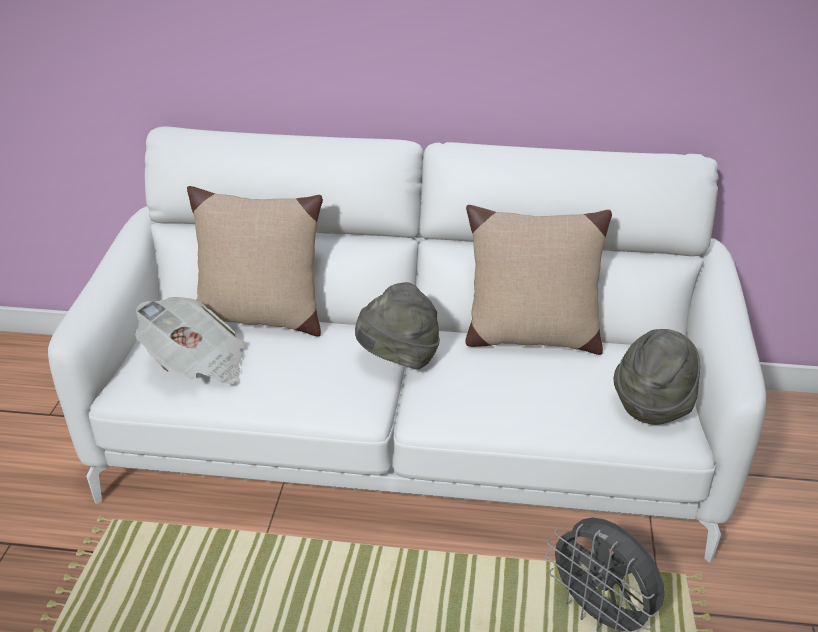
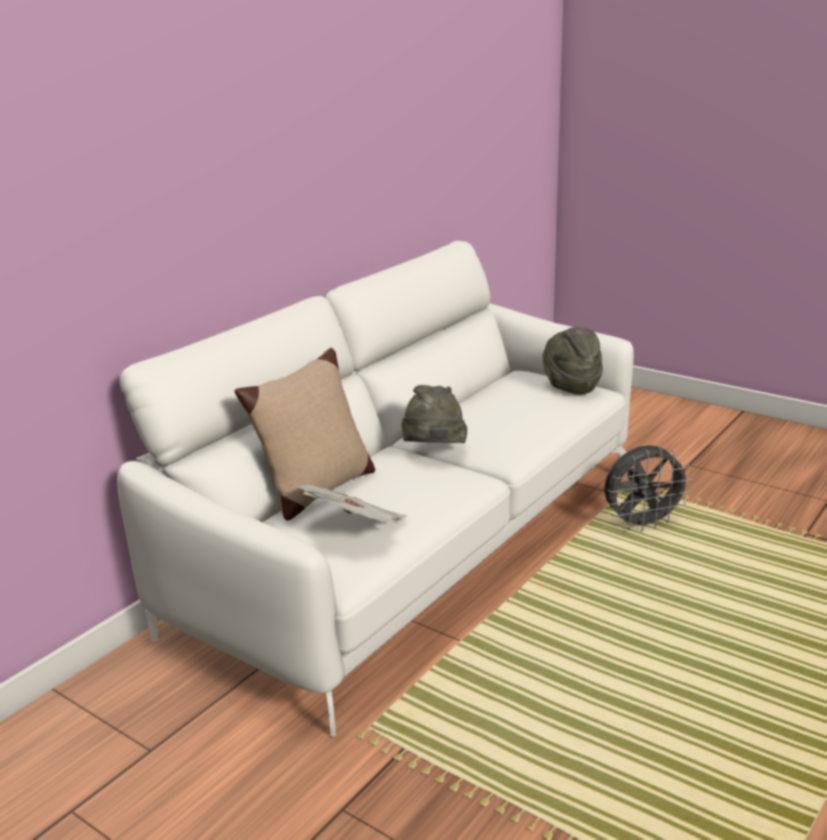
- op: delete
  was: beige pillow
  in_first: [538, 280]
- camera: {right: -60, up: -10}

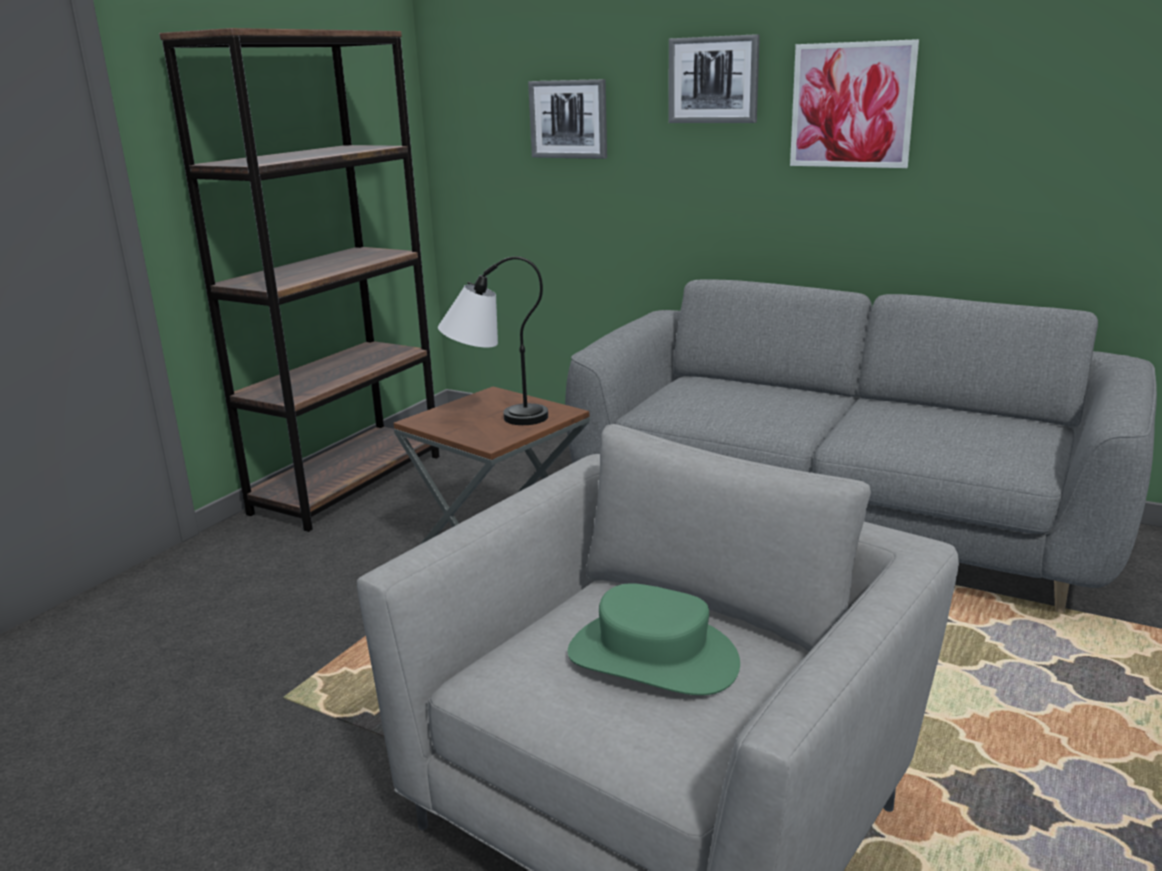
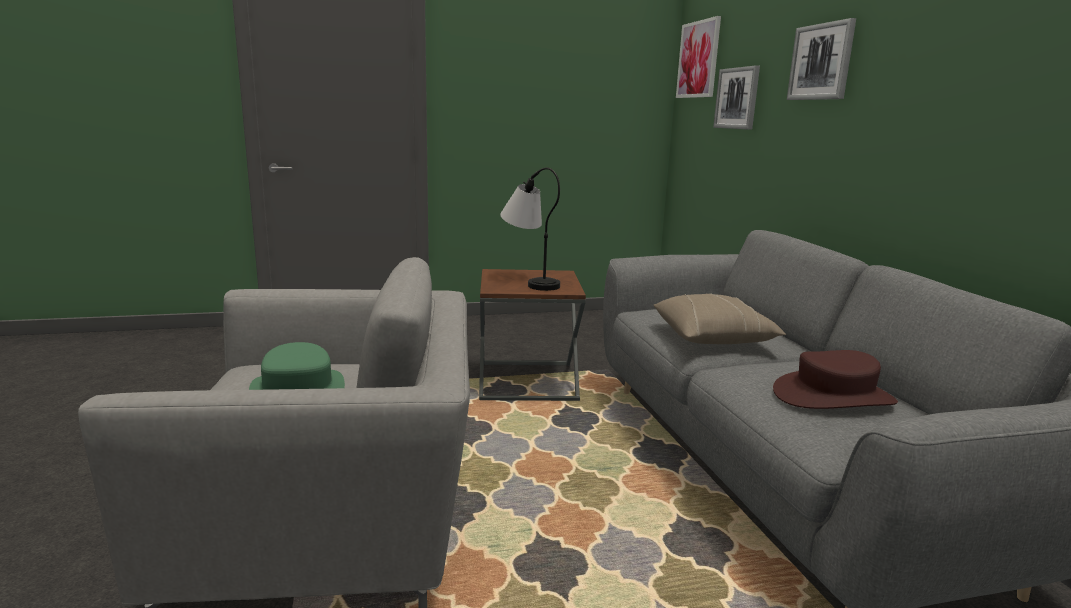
- op: insert
  now: beige pillow
  in_second: [720, 318]
- op: move
  was: picture
  in_first: [854, 103]
  in_second: [698, 57]
- op: insert
  now: brown hat
  in_second: [835, 379]
- op: delete
  was: brown bookcase
  in_first: [299, 280]
- camera: {right: 45, up: -5}

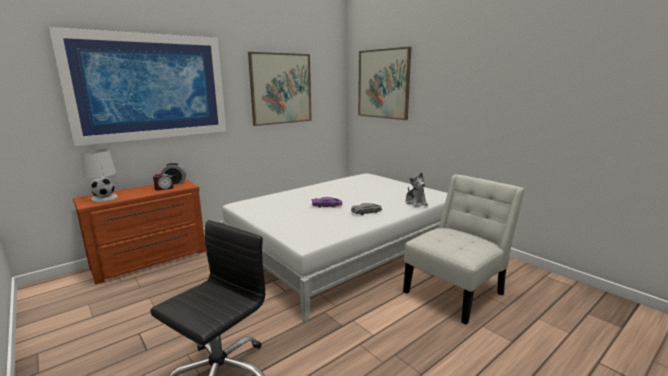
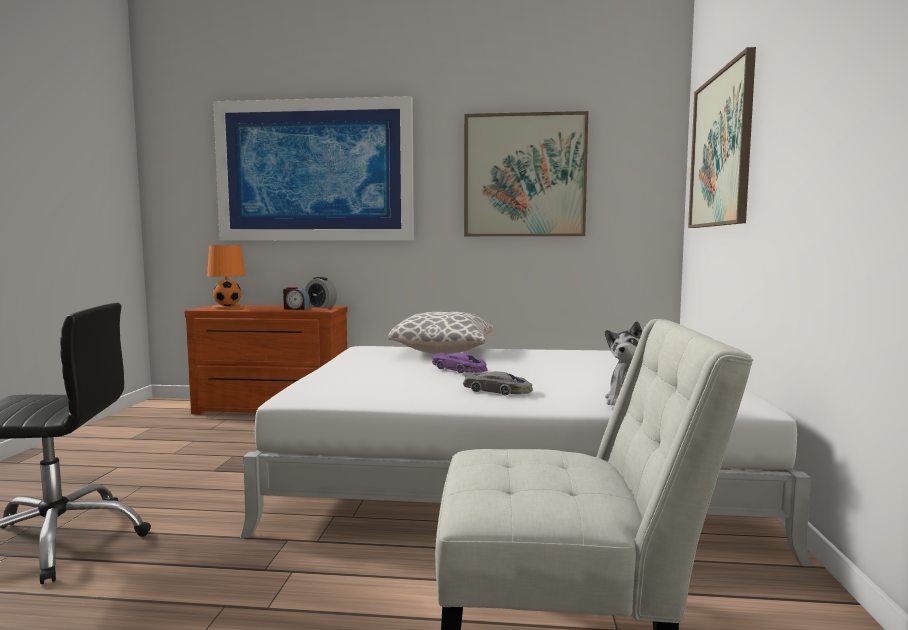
- op: recolor
  was: white table lamp
  now: orange table lamp
  in_first: [99, 175]
  in_second: [226, 277]
- op: insert
  now: pillow
  in_second: [440, 333]
- camera: {right: 45, up: -10}

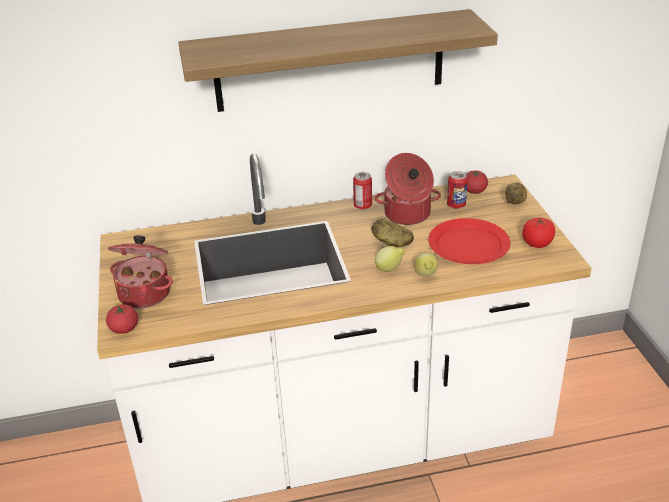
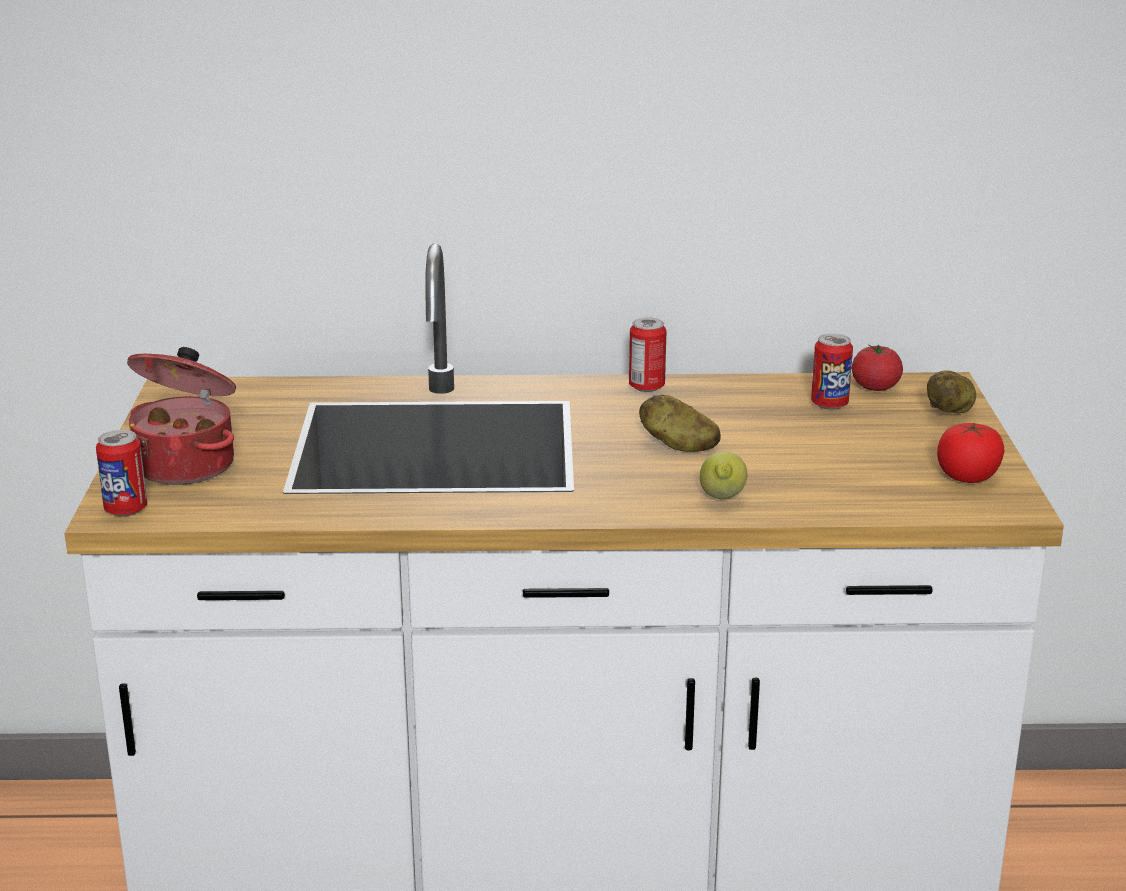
- op: replace
  was: tomato
  now: can
  in_first: [122, 319]
  in_second: [121, 473]
- op: delete
  was: shelf
  in_first: [338, 60]
- op: delete
  was: cooking pot
  in_first: [408, 189]
- op: delete
  was: lemon
  in_first: [390, 259]
- op: delete
  was: red plate
  in_first: [469, 241]
- camera: {right: 10, up: -10}

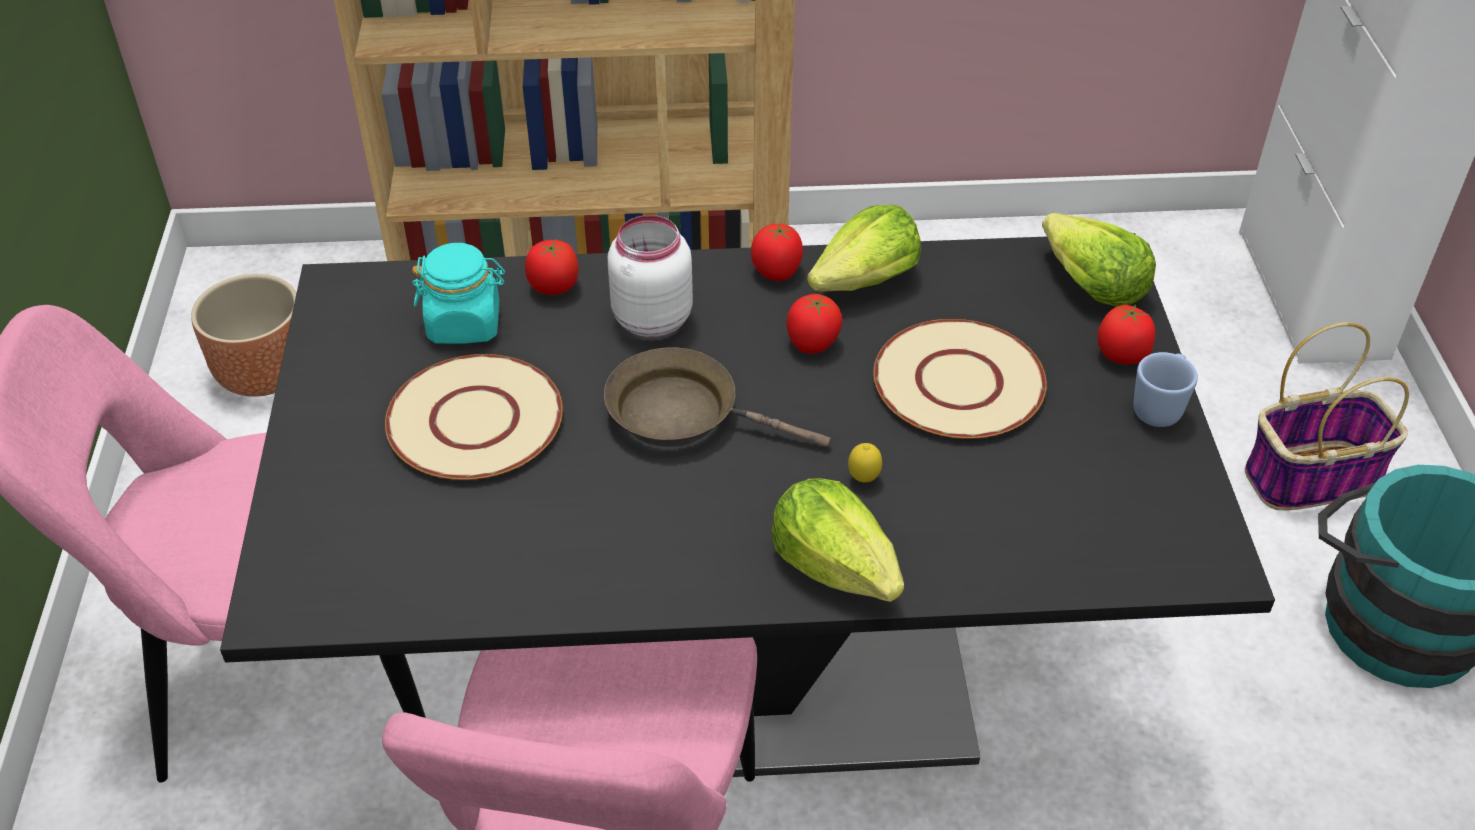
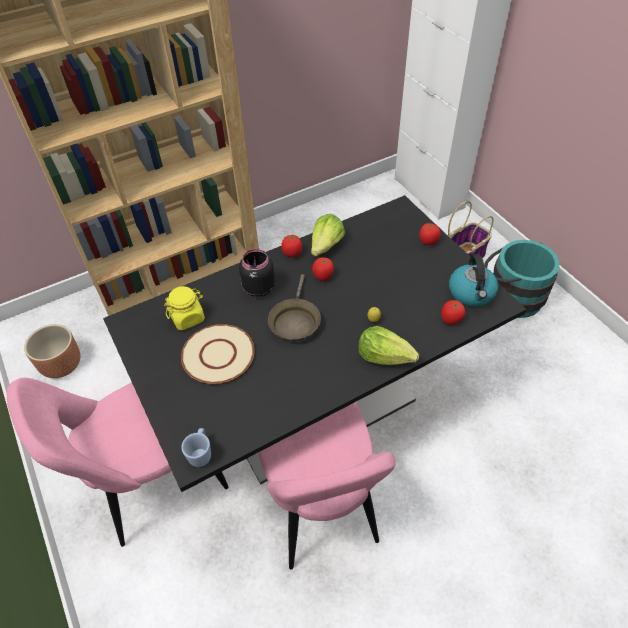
- op: recolor
  was: turquoise jar
  now: yellow jar
  in_first: [458, 293]
  in_second: [184, 308]
- op: move
  was: blue mug
  in_first: [1166, 389]
  in_second: [196, 447]
- op: recolor
  was: white jar
  now: black jar
  in_first: [650, 276]
  in_second: [257, 273]
- op: rotate
  was: brown frying pan
  in_first: [717, 397]
  in_second: [294, 307]
  clockwise: -75
- op: move
  was: tomato
  in_first: [551, 267]
  in_second: [453, 312]
- op: insert
  now: kettle
  in_second: [473, 280]
- op: delete
  was: beige plate
  in_first: [960, 379]
- op: delete
  was: lettuce
  in_first: [1099, 259]
- camera: {right: -25, up: 5}

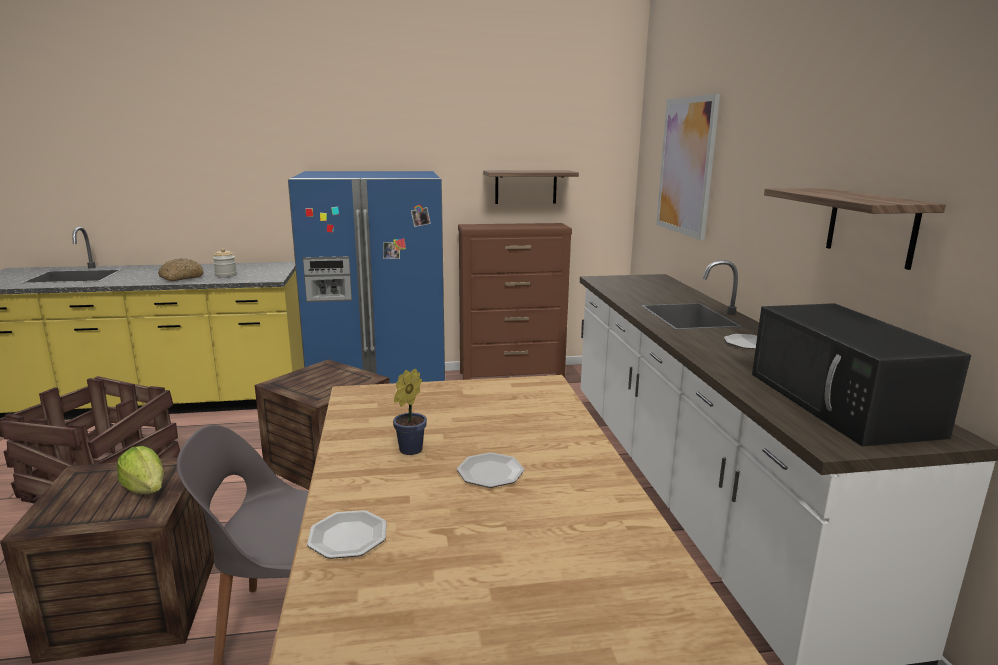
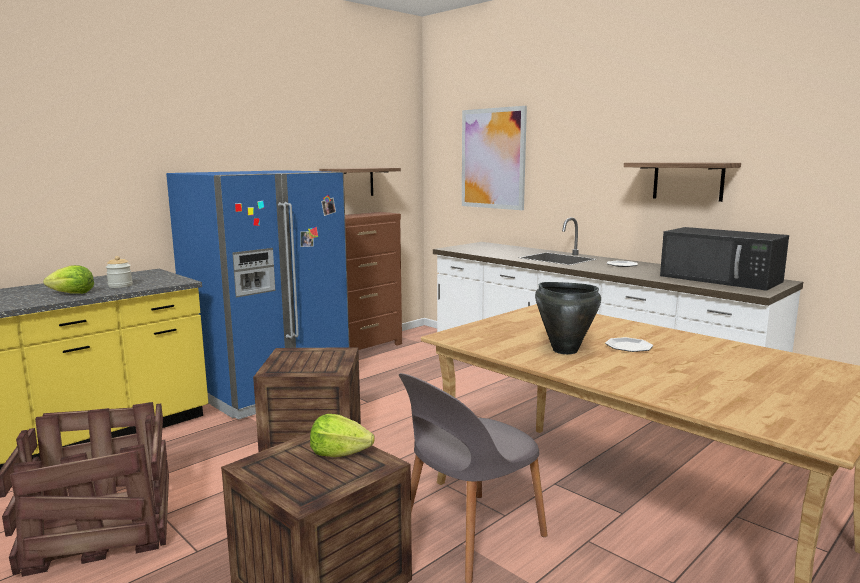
- op: replace
  was: bread
  now: lettuce
  in_first: [181, 269]
  in_second: [68, 279]
- op: replace
  was: potted plant
  now: black cooking pot
  in_first: [410, 412]
  in_second: [568, 318]
- op: delete
  was: plate
  in_first: [347, 534]
- camera: {right: -35, up: -5}

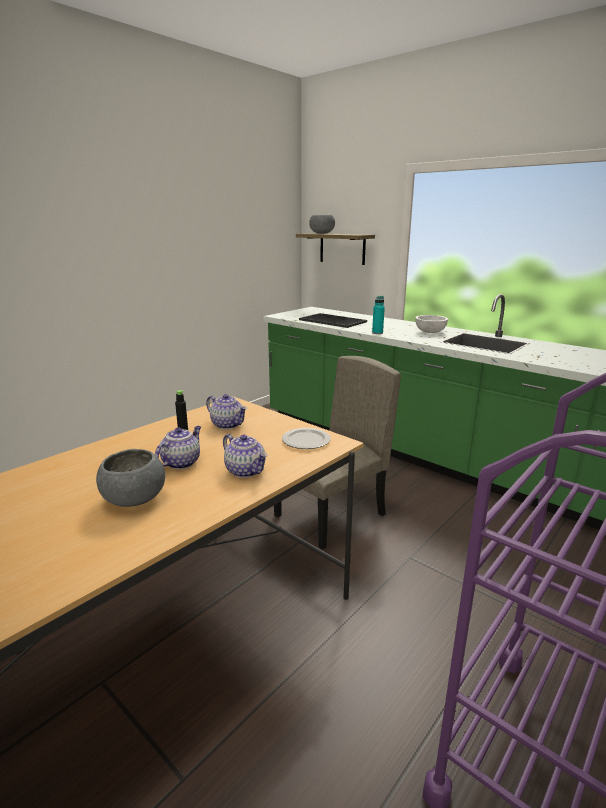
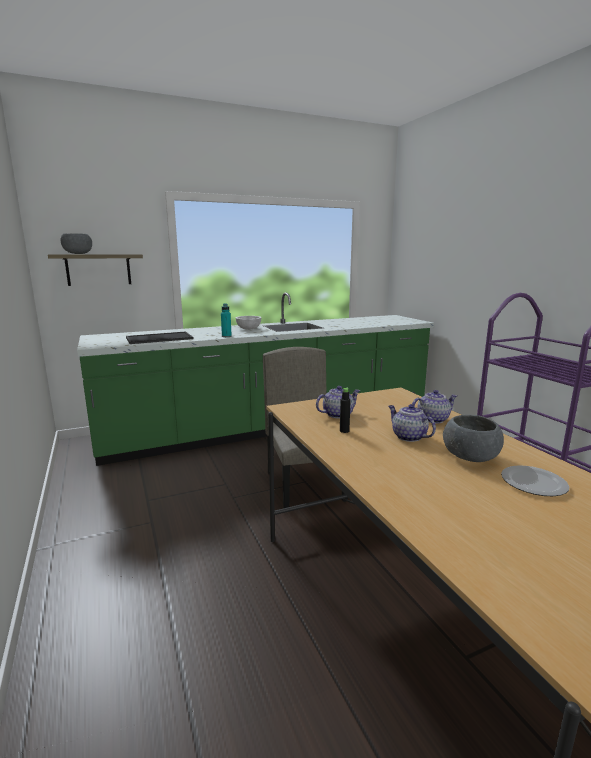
- op: move
  was: plate
  in_first: [306, 438]
  in_second: [535, 480]
- camera: {right: -65, up: -5}

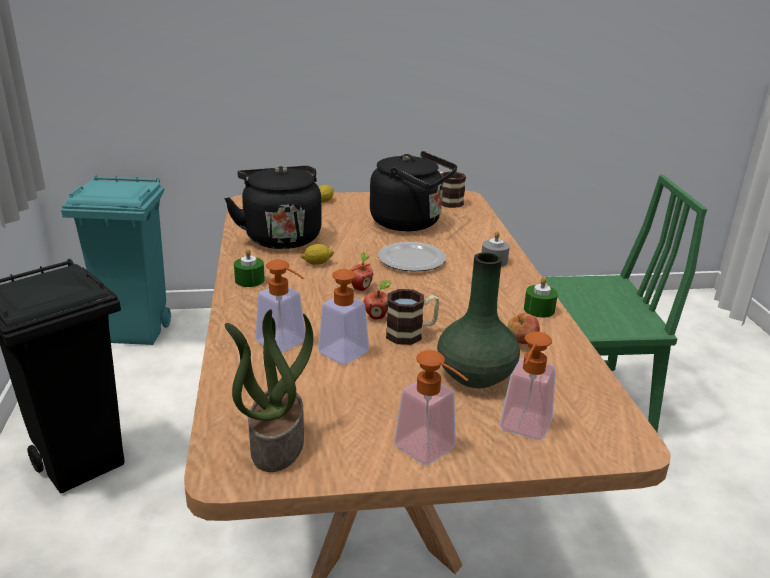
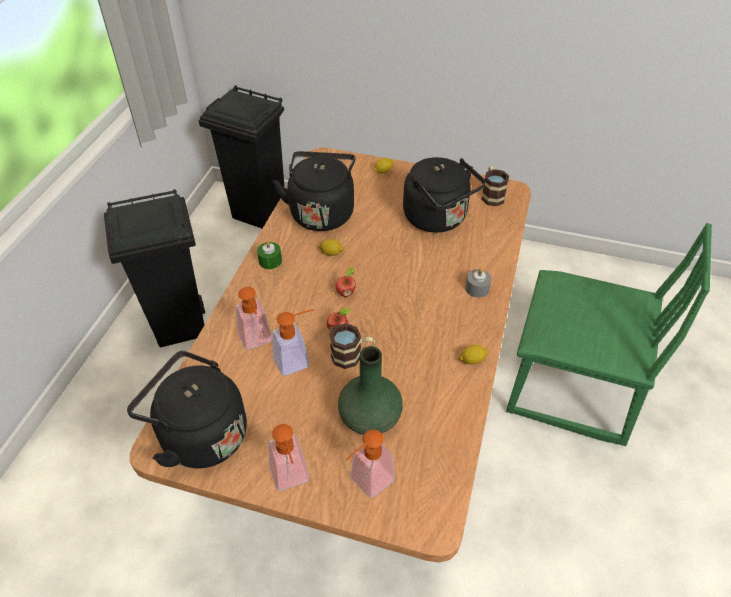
- op: replace
  was: potted plant
  now: black kettle
  in_first: [269, 390]
  in_second: [187, 409]
- op: recolor
  was: turquoise trash can
  now: black trash can
  in_first: [116, 260]
  in_second: [241, 156]
- op: replace
  was: green candle
  now: lemon
  in_first: [541, 297]
  in_second: [473, 355]
- op: delete
  was: plate
  in_first: [412, 256]
- op: delete
  was: apple
  in_first: [524, 328]
- camera: {right: 25, up: 20}

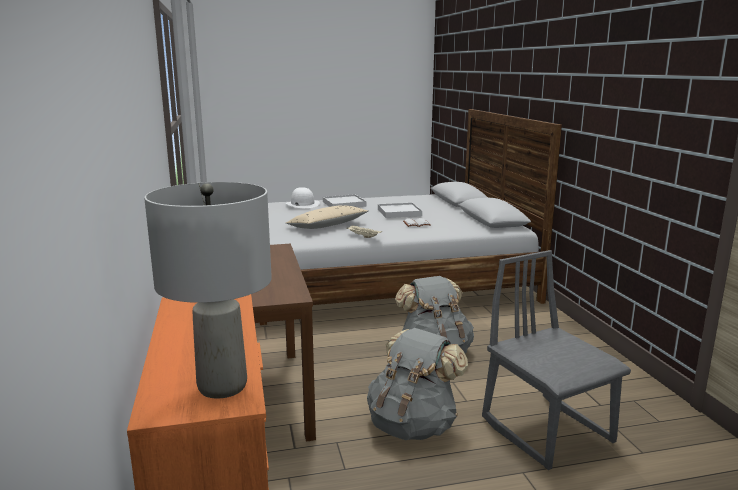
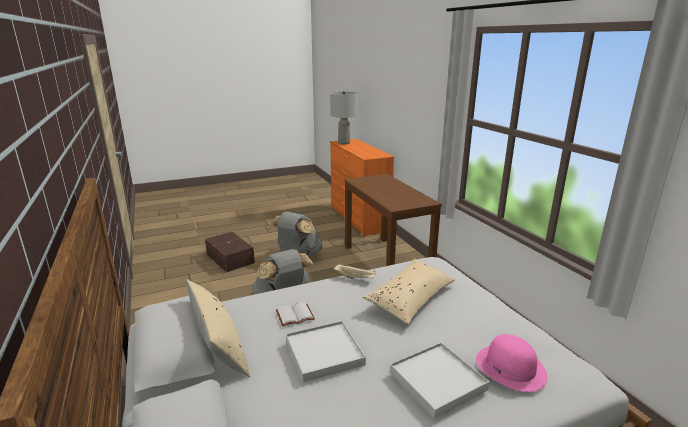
- op: insert
  now: beige pillow
  in_second: [218, 328]
- op: replace
  was: grey chair
  now: brown storage box
  in_first: [556, 360]
  in_second: [230, 252]
- op: recolor
  was: white hat
  now: pink hat
  in_first: [303, 197]
  in_second: [511, 363]
- camera: {right: 170, up: 5}

